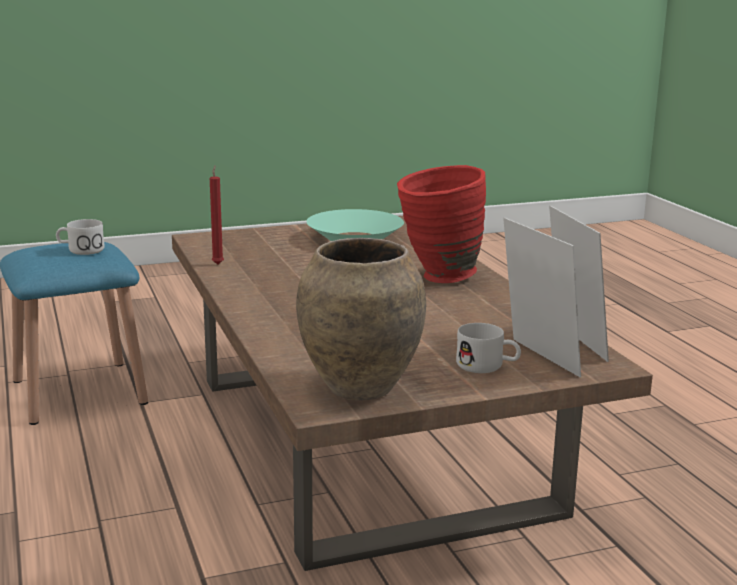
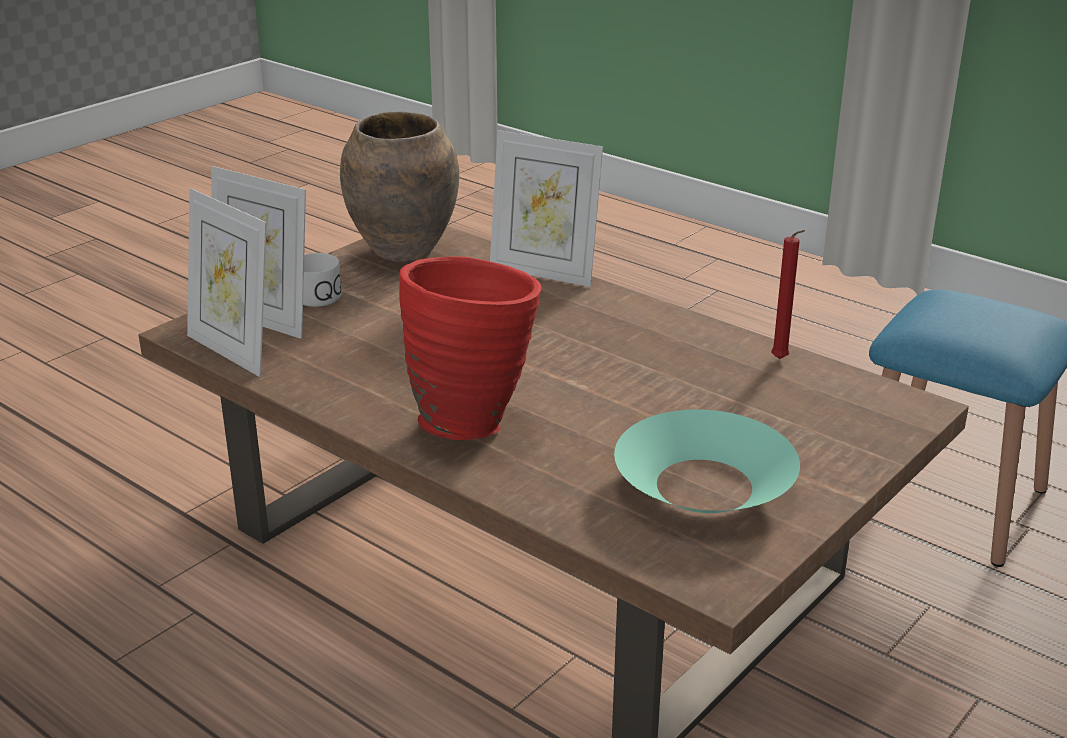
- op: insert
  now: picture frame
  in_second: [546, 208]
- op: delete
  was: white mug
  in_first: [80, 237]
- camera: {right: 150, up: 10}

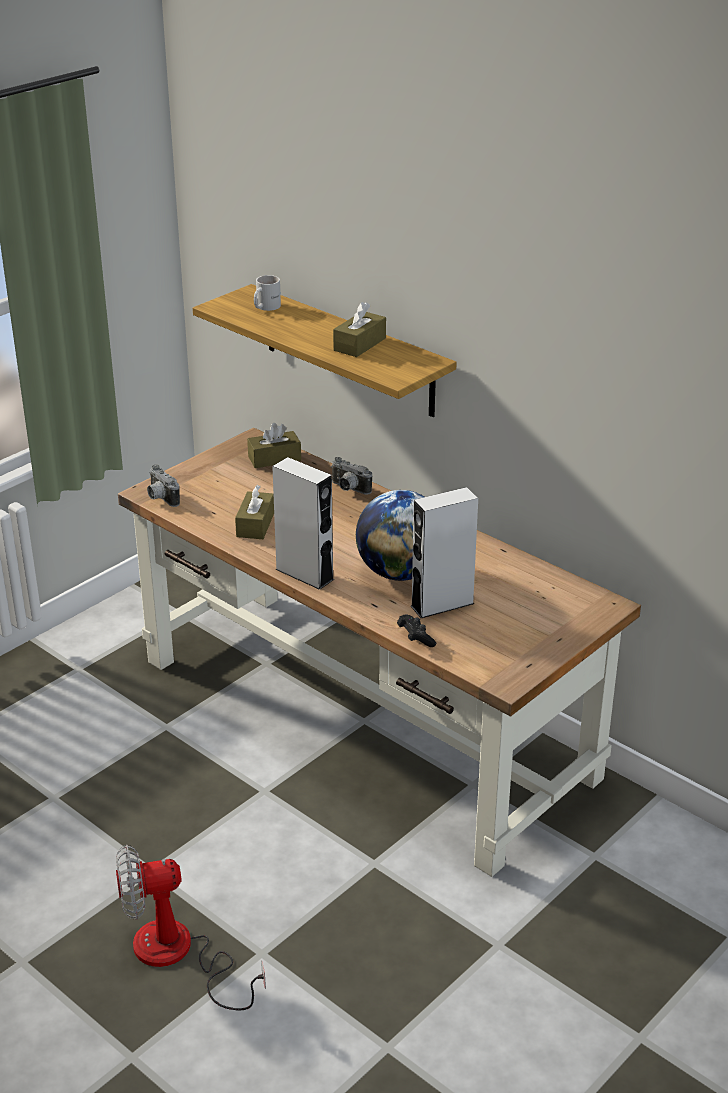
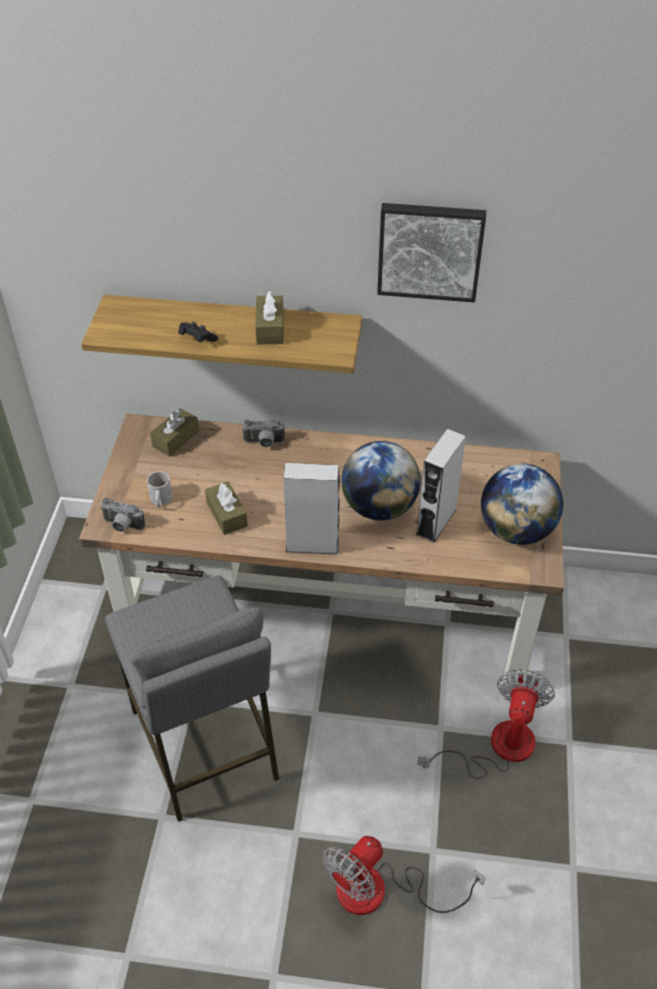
- op: insert
  now: grey stool
  in_second: [192, 698]
- op: move
  was: white mug
  in_first: [267, 293]
  in_second: [159, 489]
- op: move
  was: black game controller
  in_first: [416, 630]
  in_second: [198, 332]
- op: insert
  now: picture
  in_second: [431, 253]
- op: insert
  now: fan
  in_second: [486, 724]
- op: insert
  now: globe
  in_second: [522, 504]
- camera: {right: -35, up: 15}

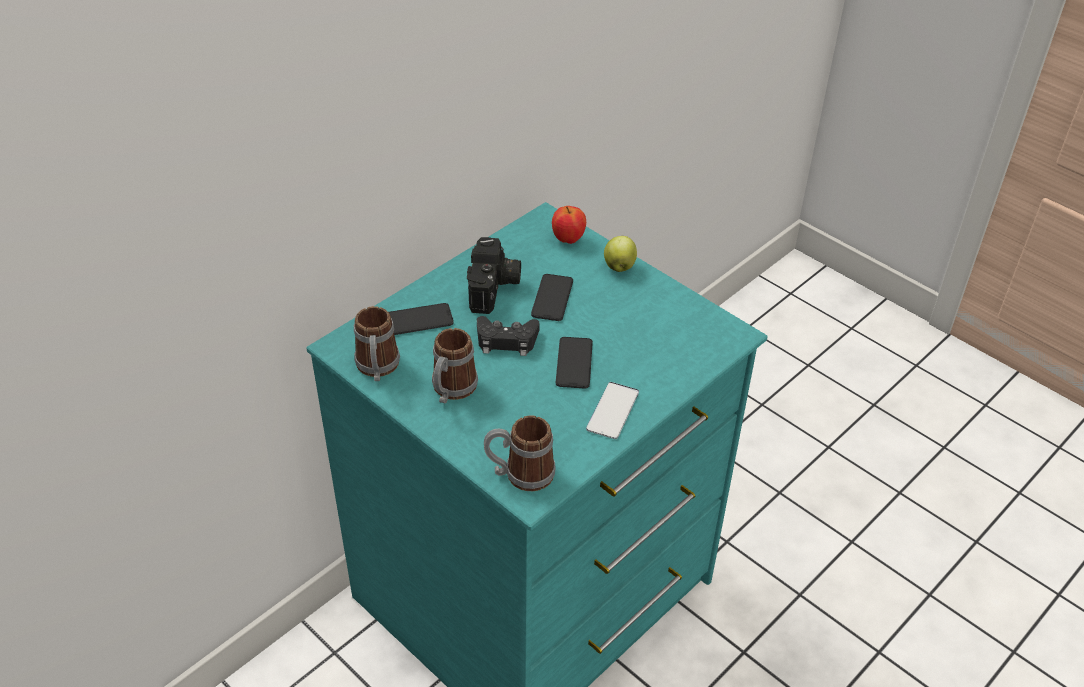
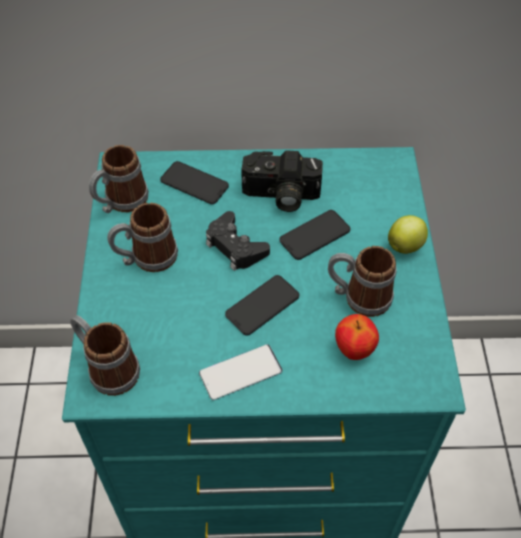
- op: rotate
  was: photo camera
  in_first: [494, 275]
  in_second: [282, 181]
  clockwise: 45
- op: insert
  now: mug
  in_second: [362, 281]
- op: move
  was: apple
  in_first: [569, 225]
  in_second: [357, 337]
- camera: {right: 45, up: 10}

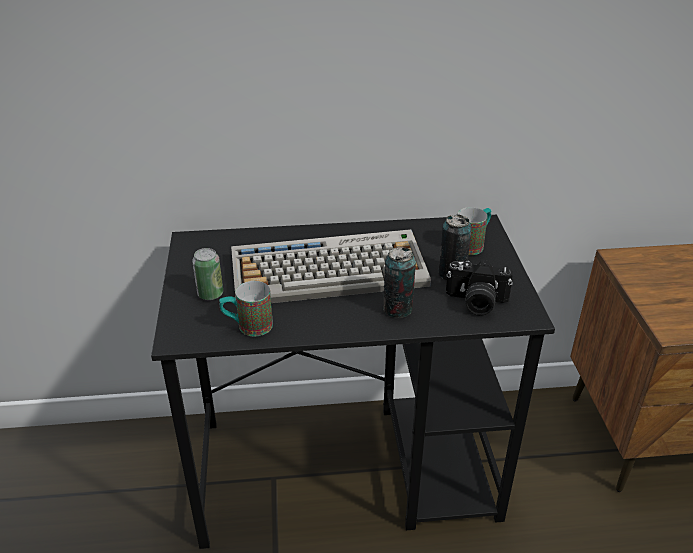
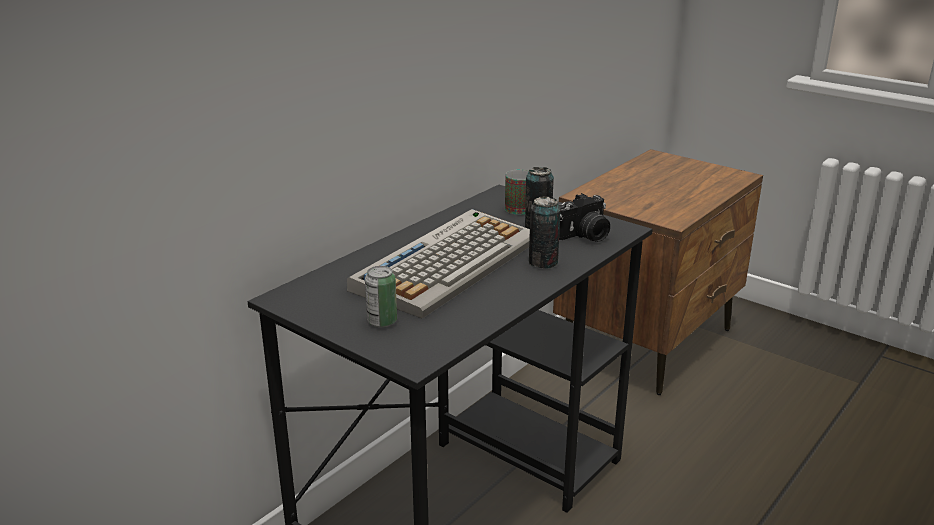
- op: delete
  was: mug
  in_first: [246, 308]
- camera: {right: -45, up: -10}

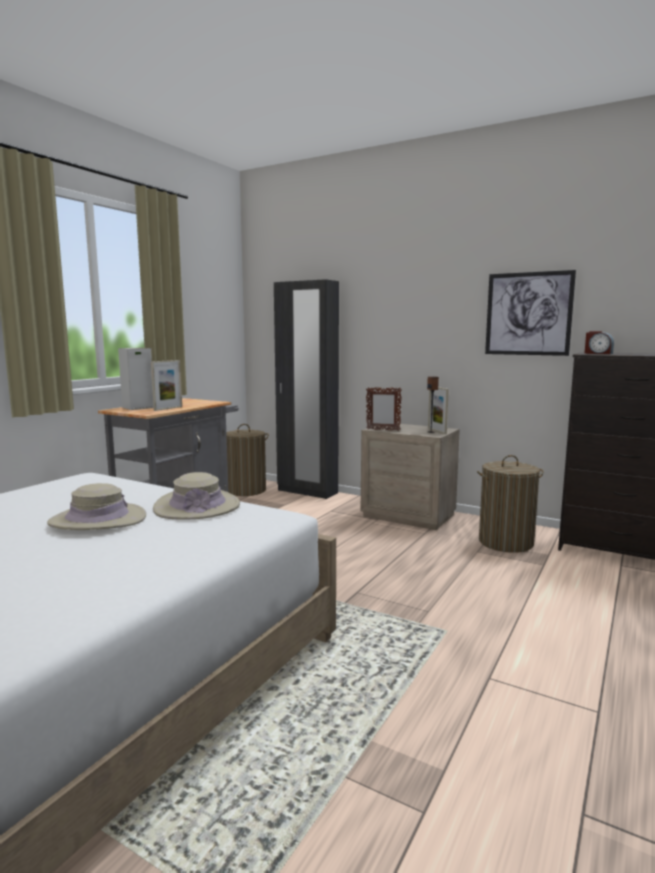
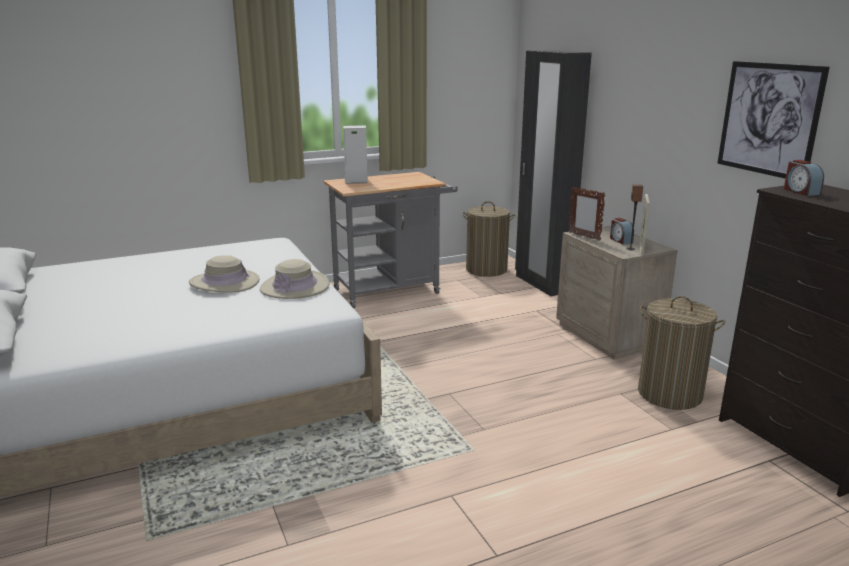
- op: insert
  now: alarm clock
  in_second: [622, 231]
- op: delete
  was: picture frame
  in_first: [166, 385]
- camera: {right: 35, up: 10}

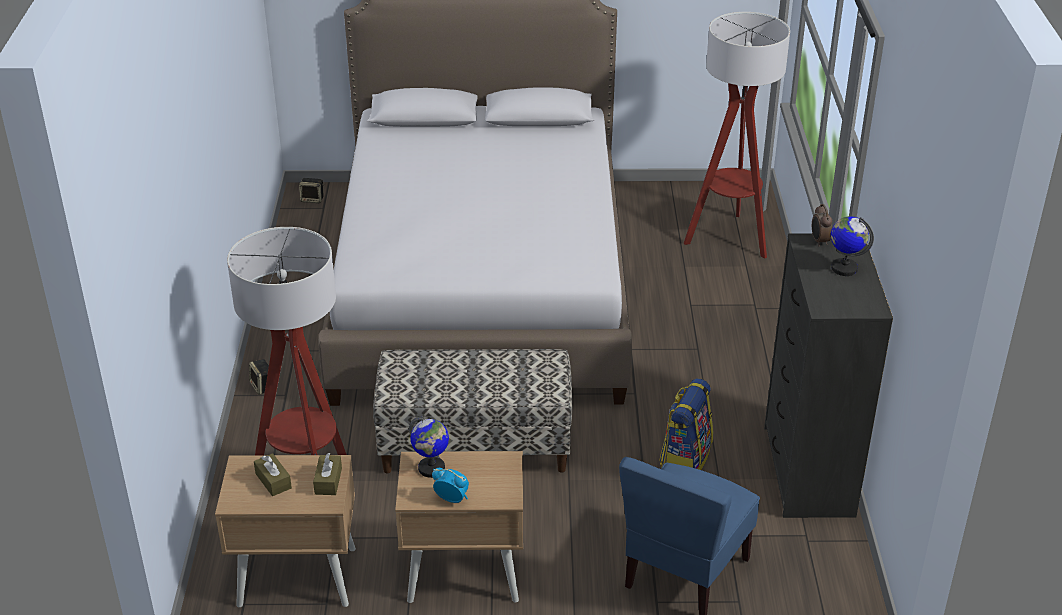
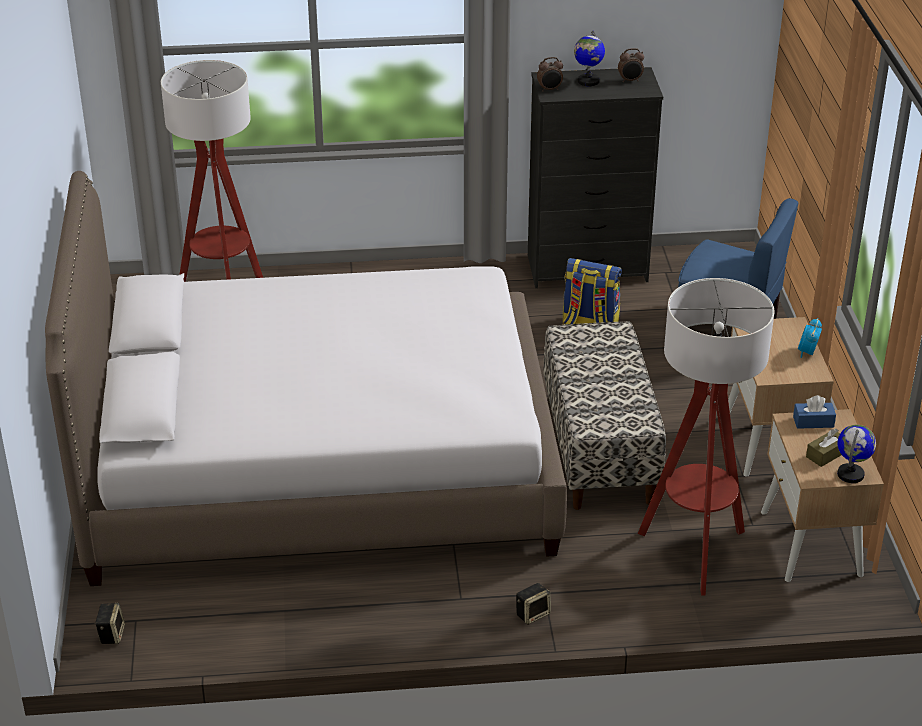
- op: insert
  now: alarm clock
  in_second: [631, 65]
- op: recolor
  was: brown tissue box
  now: blue tissue box
  in_first: [327, 474]
  in_second: [814, 412]
- op: move
  was: globe
  in_first: [429, 447]
  in_second: [856, 454]
- camera: {right: -95, up: 0}

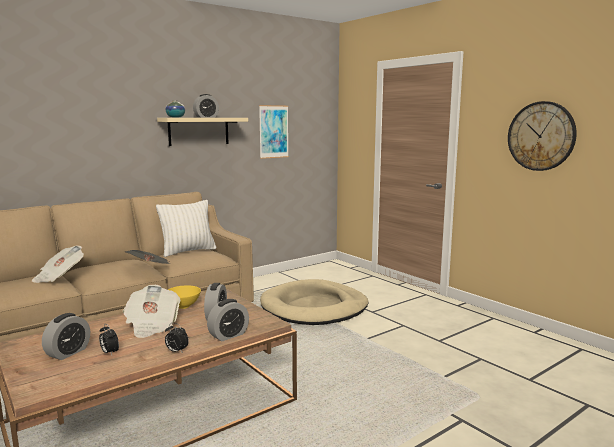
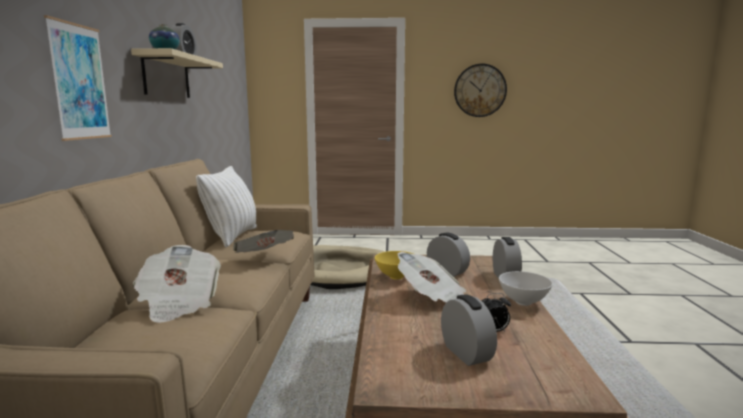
- op: move
  was: picture
  in_first: [274, 132]
  in_second: [78, 78]
- op: replace
  was: alarm clock
  now: white bowl
  in_first: [177, 338]
  in_second: [526, 288]
- camera: {right: -50, up: 0}

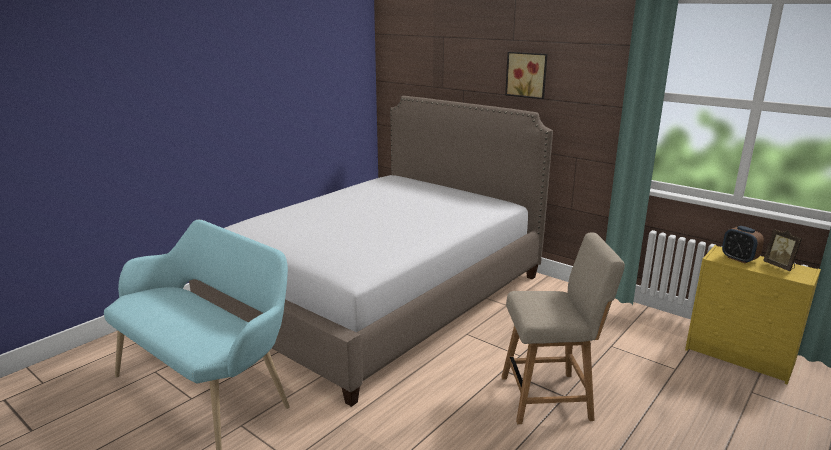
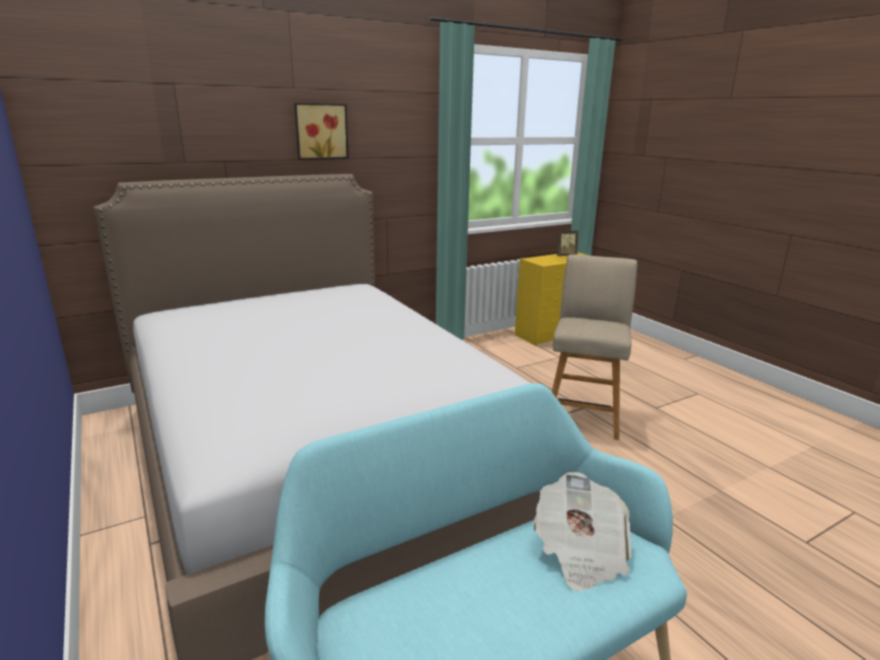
- op: insert
  now: newspaper
  in_second: [582, 531]
- op: delete
  was: alarm clock
  in_first: [743, 244]
- camera: {right: -70, up: 0}

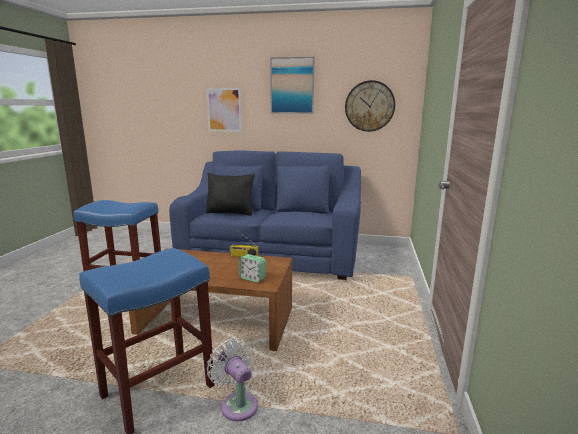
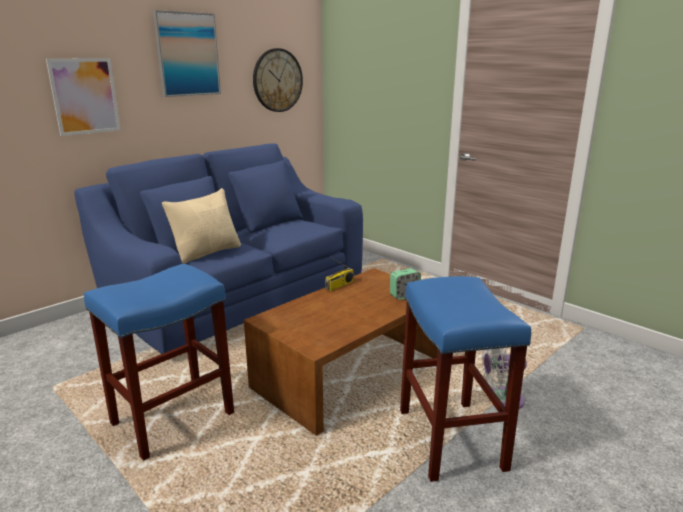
- op: recolor
  was: black pillow
  now: beige pillow
  in_first: [230, 194]
  in_second: [201, 226]
- camera: {right: -55, up: 5}

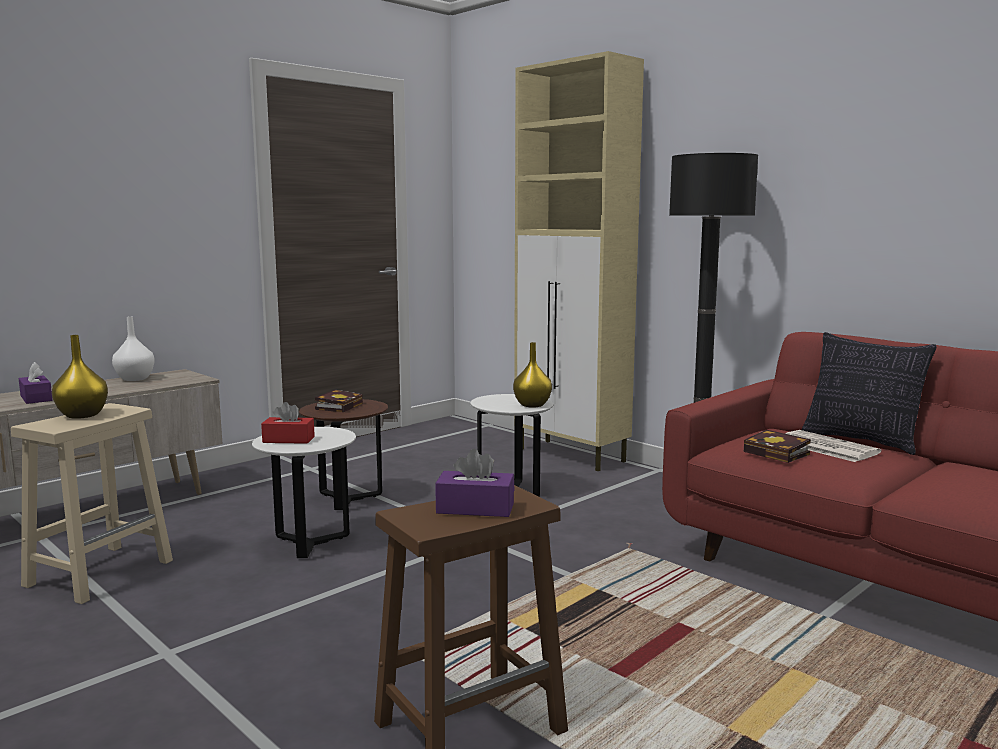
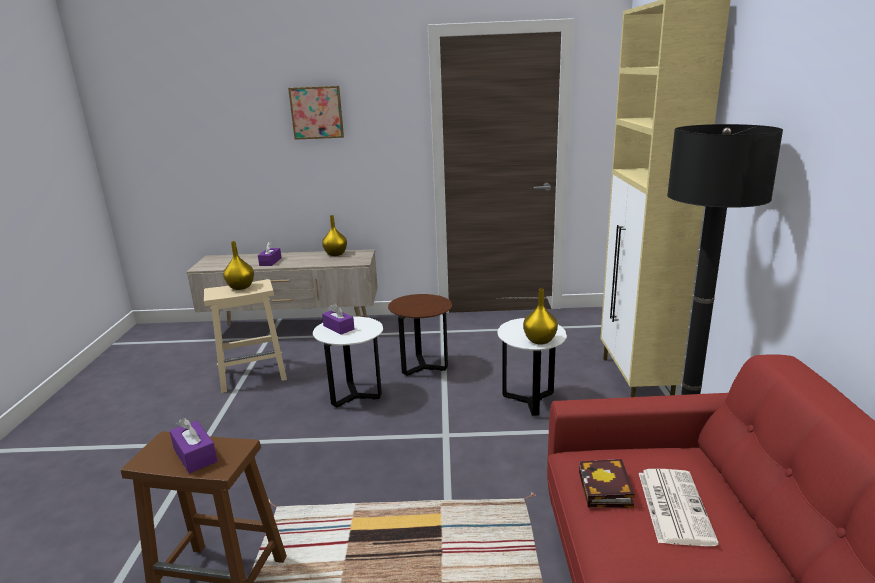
- op: insert
  now: picture
  in_second: [316, 113]
- op: recolor
  was: white vase
  now: yellow vase
  in_first: [133, 348]
  in_second: [334, 235]
- op: recolor
  was: red tissue box
  now: purple tissue box
  in_first: [288, 423]
  in_second: [338, 319]
- op: delete
  was: book
  in_first: [339, 401]
- op: delete
  was: pillow
  in_first: [869, 393]
- camera: {right: 45, up: 10}

